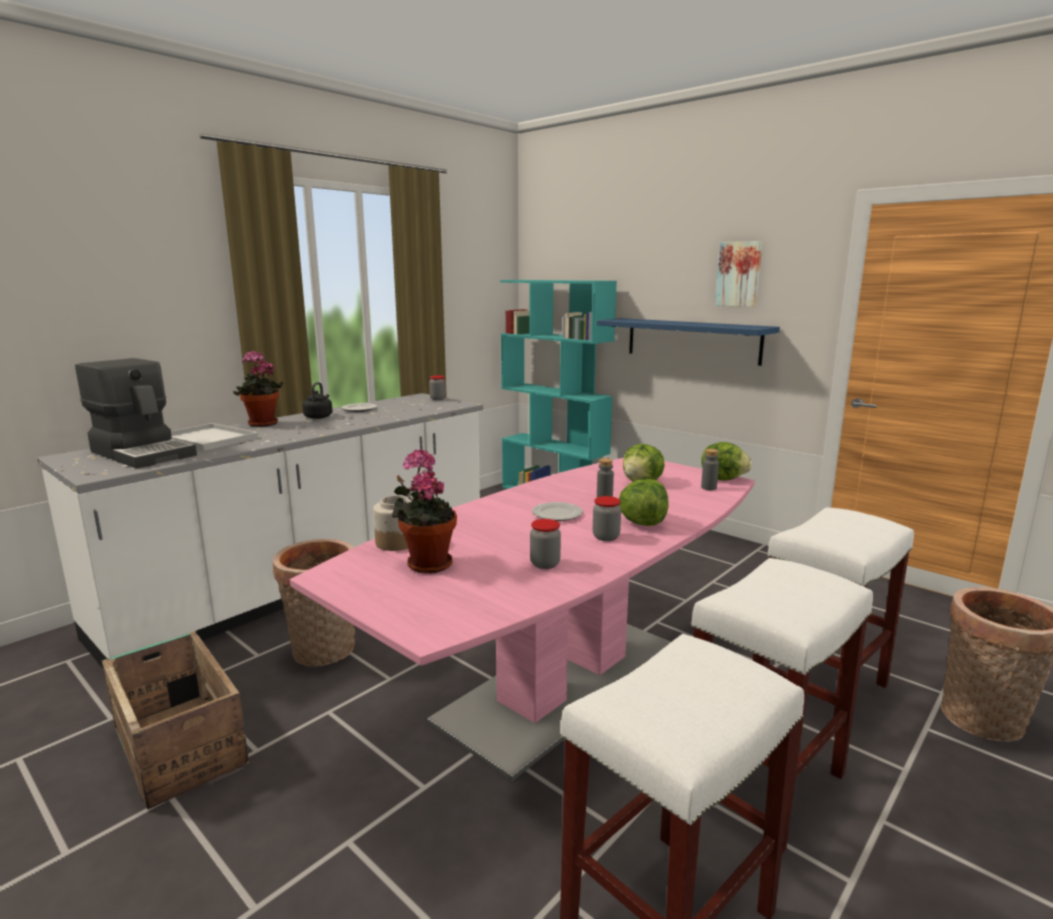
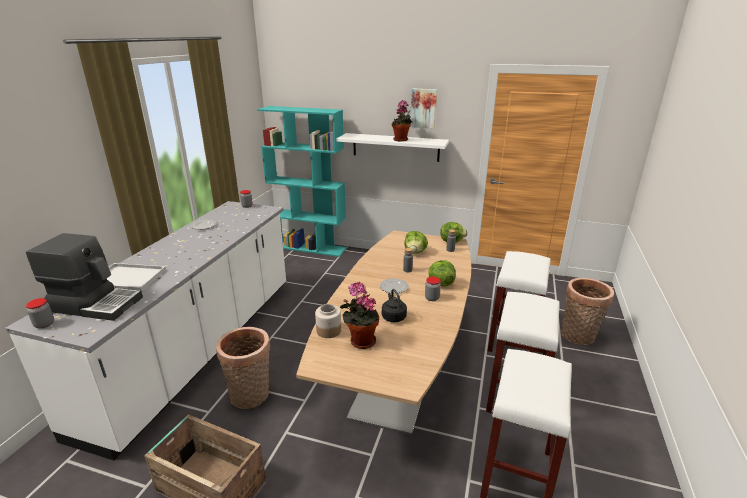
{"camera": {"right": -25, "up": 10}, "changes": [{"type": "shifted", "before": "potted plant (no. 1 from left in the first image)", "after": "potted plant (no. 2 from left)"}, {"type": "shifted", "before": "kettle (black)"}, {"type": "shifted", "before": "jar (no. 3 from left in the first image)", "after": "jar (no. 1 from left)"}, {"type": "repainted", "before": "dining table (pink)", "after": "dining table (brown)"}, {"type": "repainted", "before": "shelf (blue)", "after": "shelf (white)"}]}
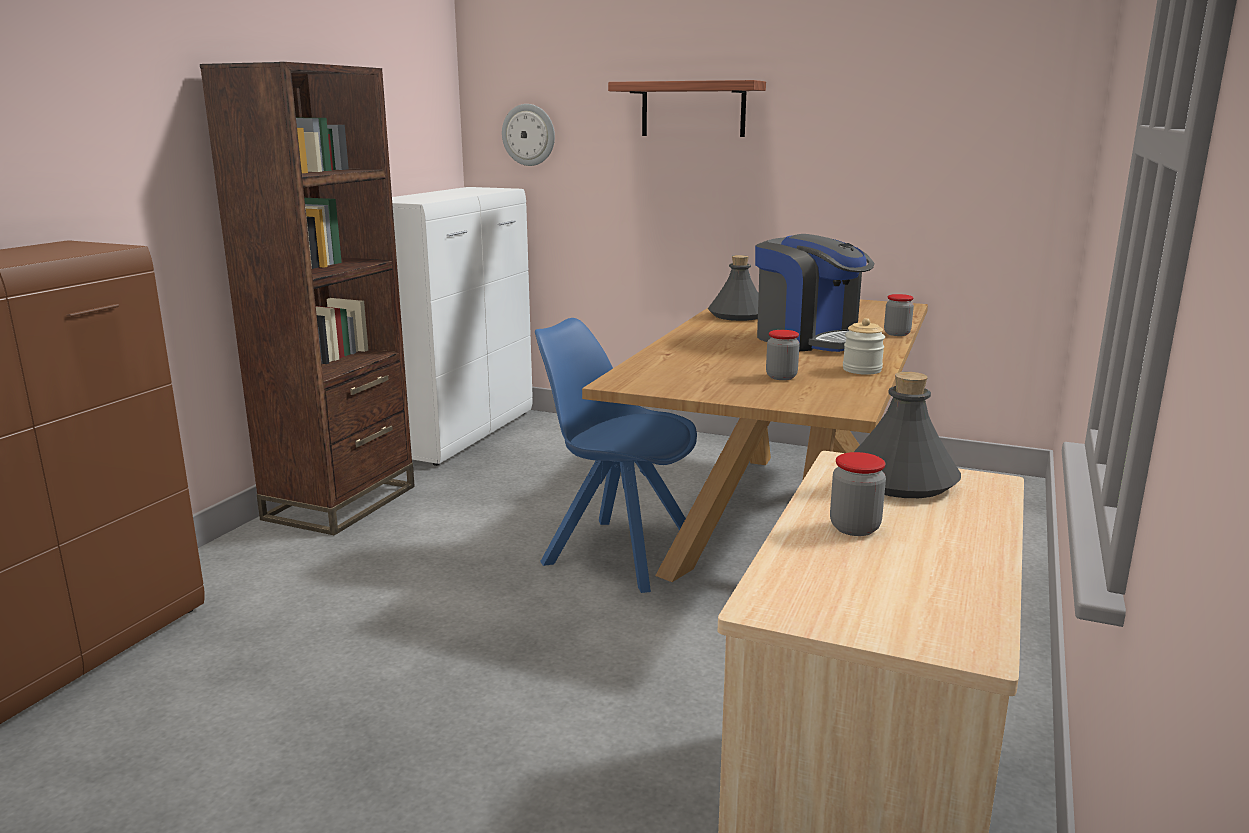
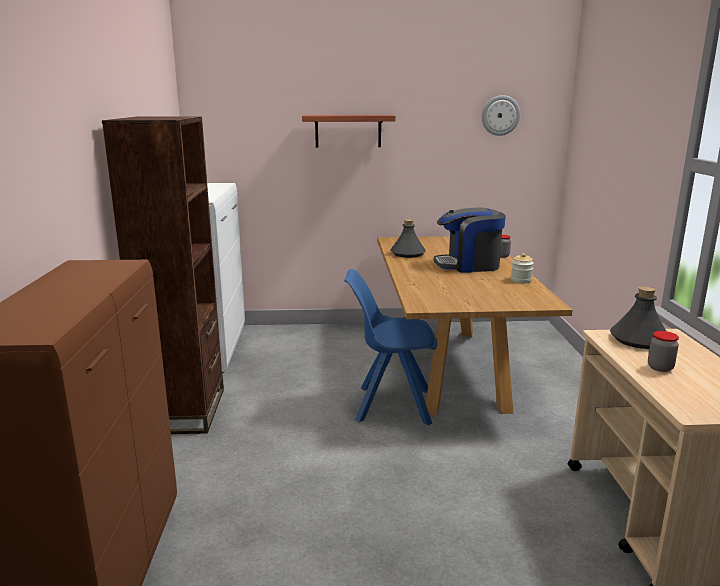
{"camera": {"right": -25, "up": 0}, "changes": [{"type": "gone", "before": "jar (no. 1 from left)"}, {"type": "shifted", "before": "wall clock"}, {"type": "rotated", "before": "coffee machine", "turn": 150}]}
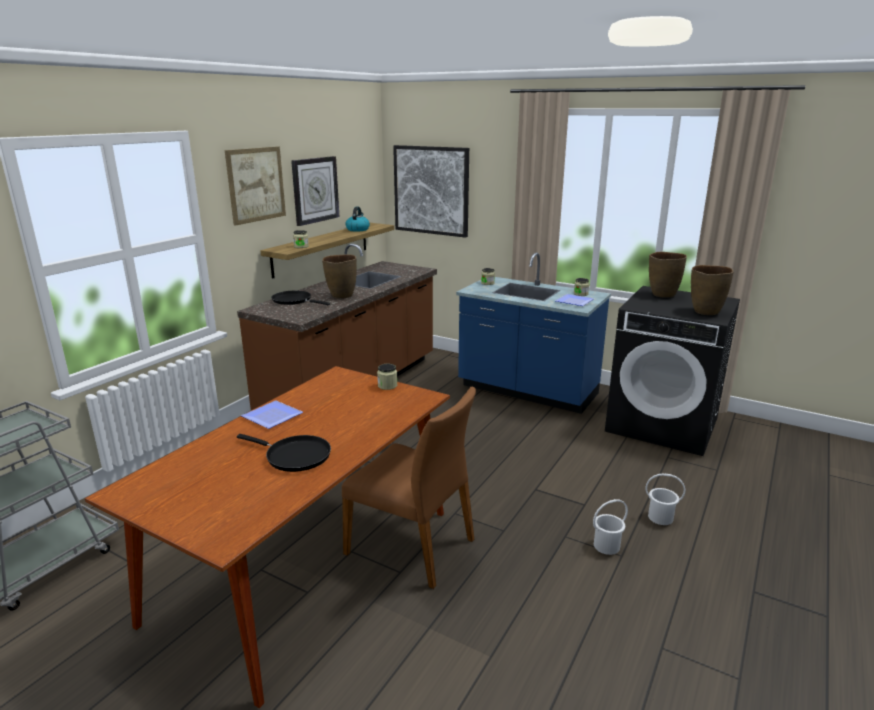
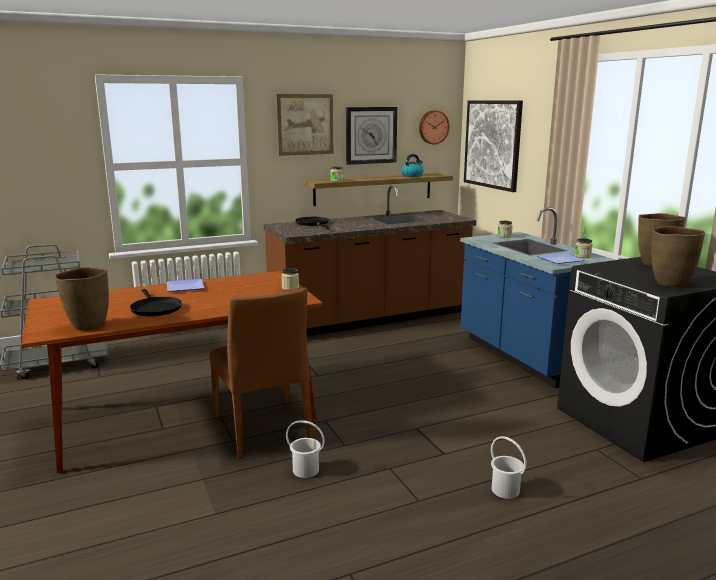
{"camera": {"right": 35, "up": -5}, "changes": [{"type": "new", "after": "wall clock (no. 2 from left)"}, {"type": "shifted", "before": "vase (brown) (no. 1 from left)"}, {"type": "shifted", "before": "bucket (white) (no. 1 from left)"}]}
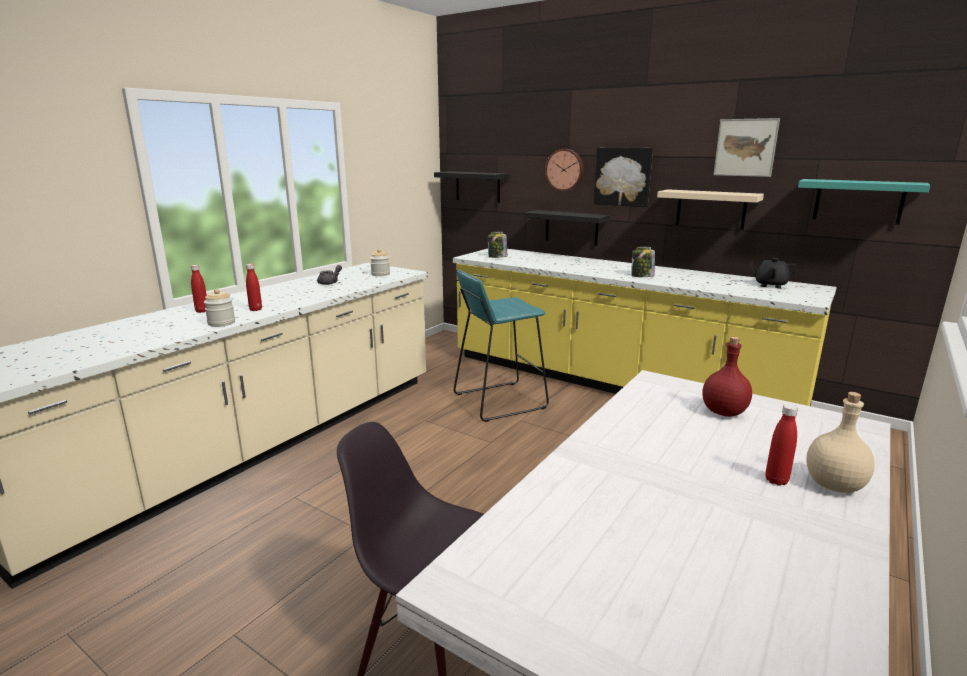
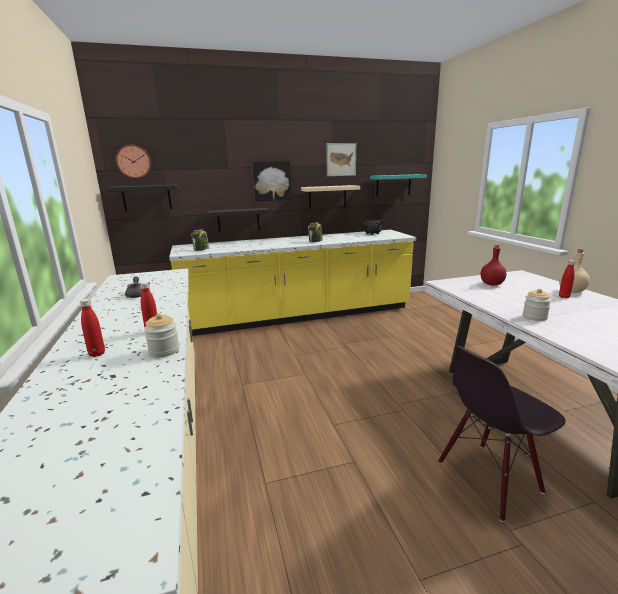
{"camera": {"right": -50, "up": 0}, "changes": [{"type": "gone", "before": "stool (turquoise)"}, {"type": "shifted", "before": "jar (no. 2 from left in the first image)", "after": "jar (no. 4 from left)"}, {"type": "shifted", "before": "wall clock"}]}
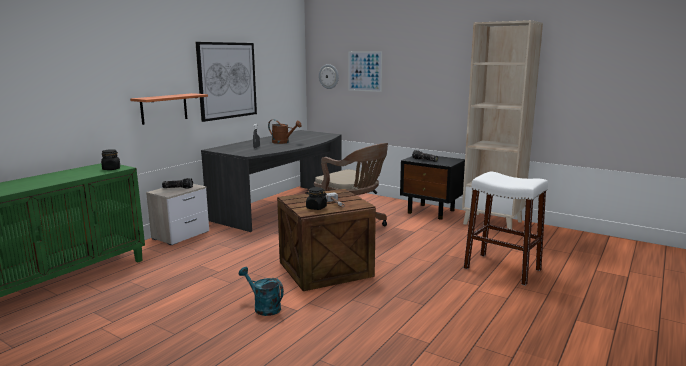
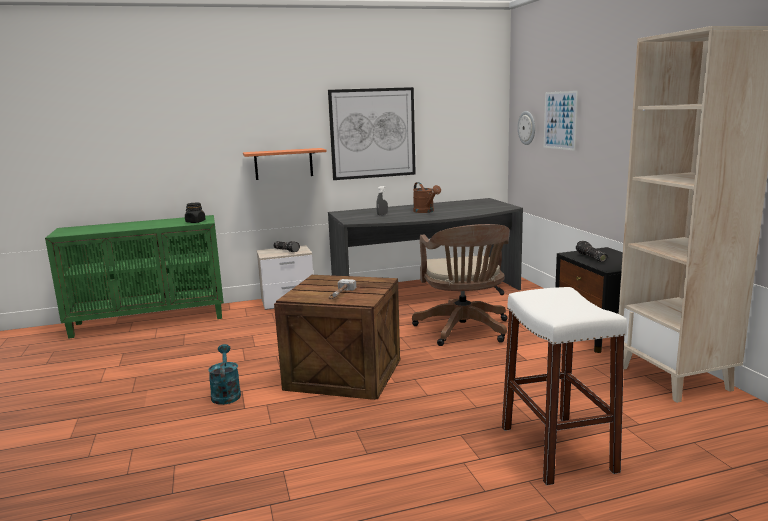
{"camera": {"right": 40, "up": 0}, "changes": [{"type": "gone", "before": "jar (black) (no. 2 from left)"}]}
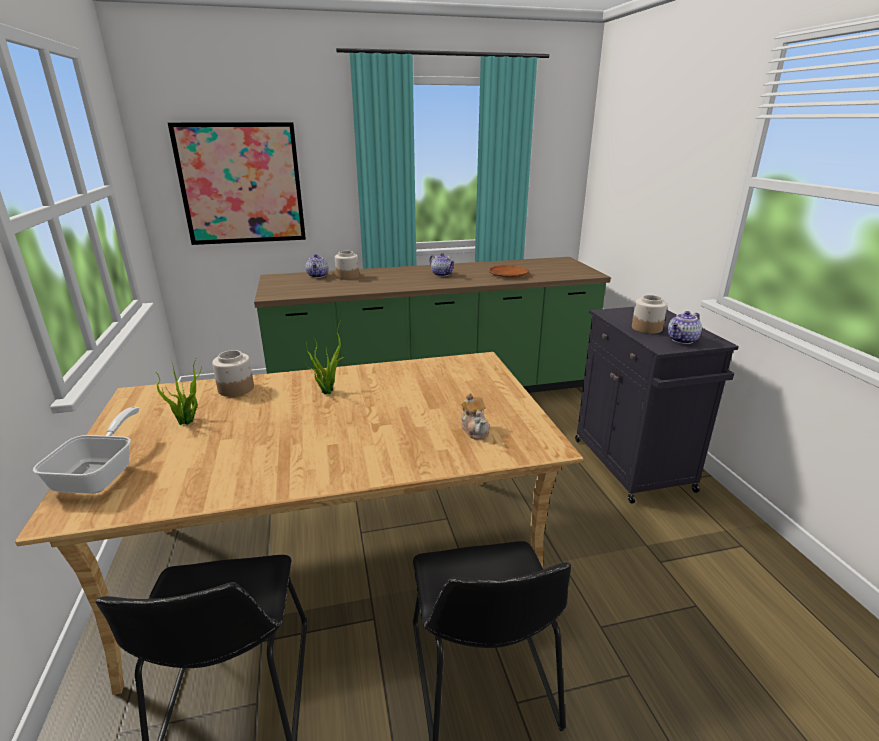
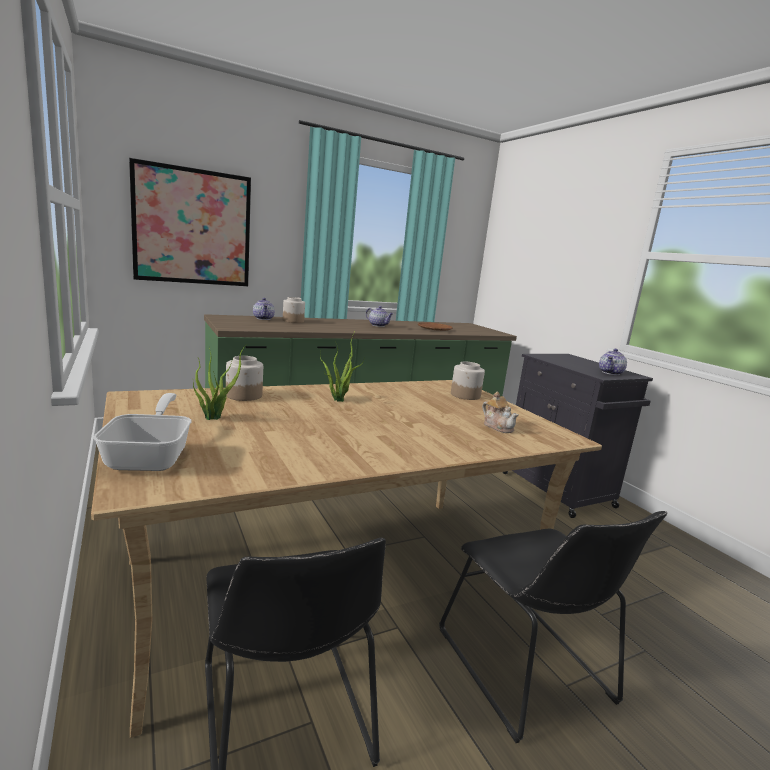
{"camera": {"right": -15, "up": -10}, "changes": [{"type": "shifted", "before": "jar (no. 3 from left)"}]}
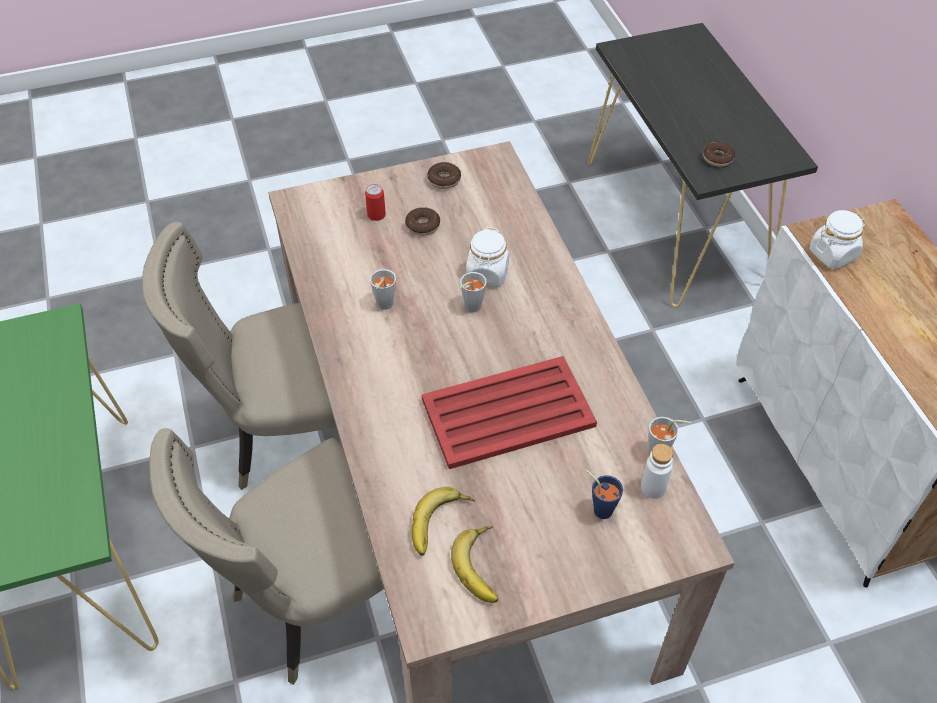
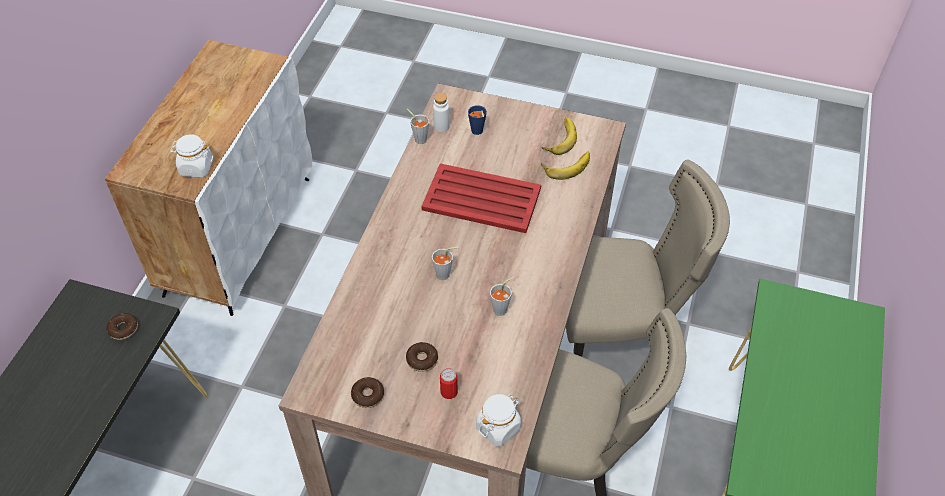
{"camera": {"right": -145, "up": 0}, "changes": [{"type": "shifted", "before": "jar (white) (no. 1 from left in the first image)", "after": "jar (white) (no. 2 from left)"}]}
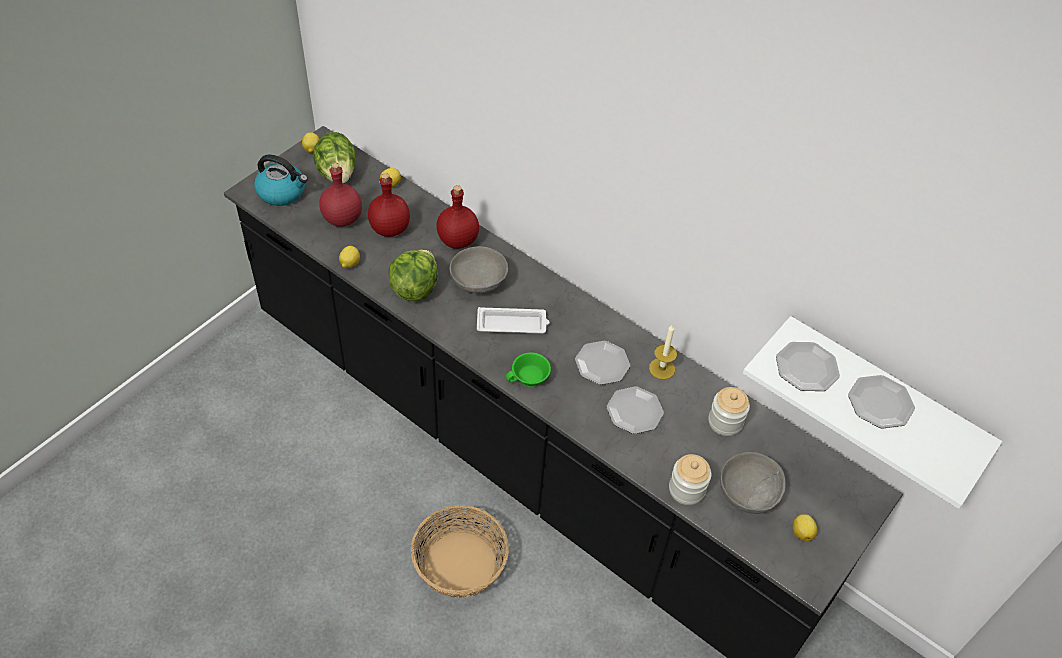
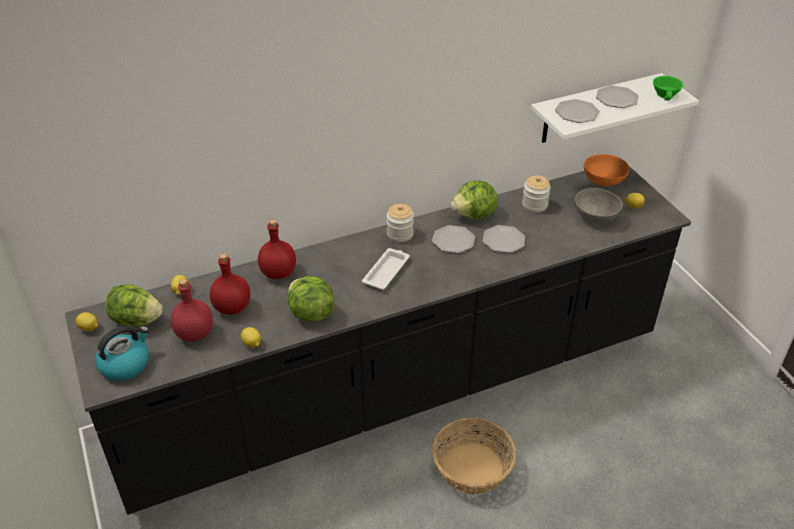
{"camera": {"right": -60, "up": -10}, "changes": [{"type": "gone", "before": "bowl (grey) (no. 1 from left)"}, {"type": "new", "after": "bowl (orange)"}, {"type": "shifted", "before": "cup (green)"}, {"type": "shifted", "before": "jar (no. 1 from left)"}, {"type": "swapped", "before": "candle", "after": "lettuce (no. 3 from left)"}]}
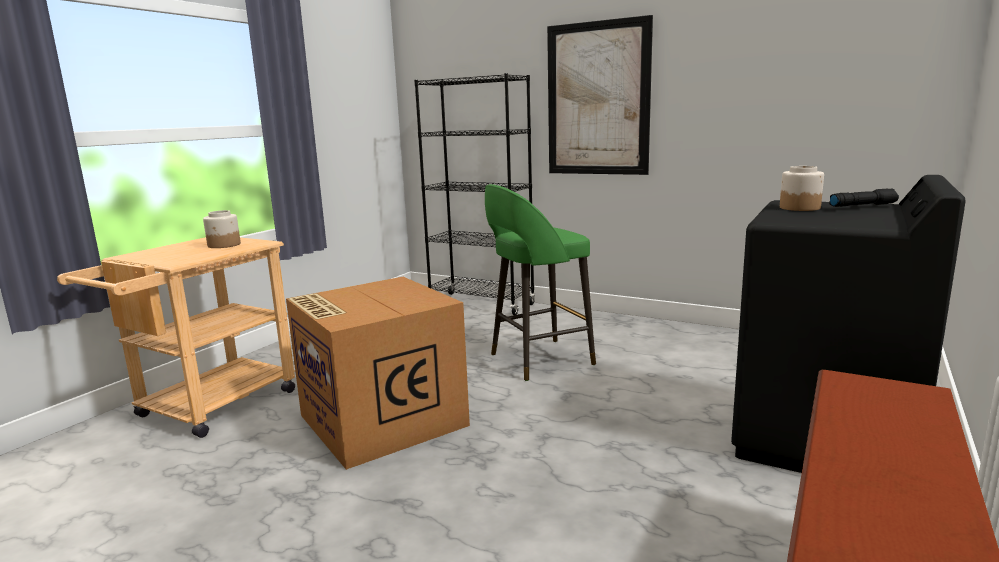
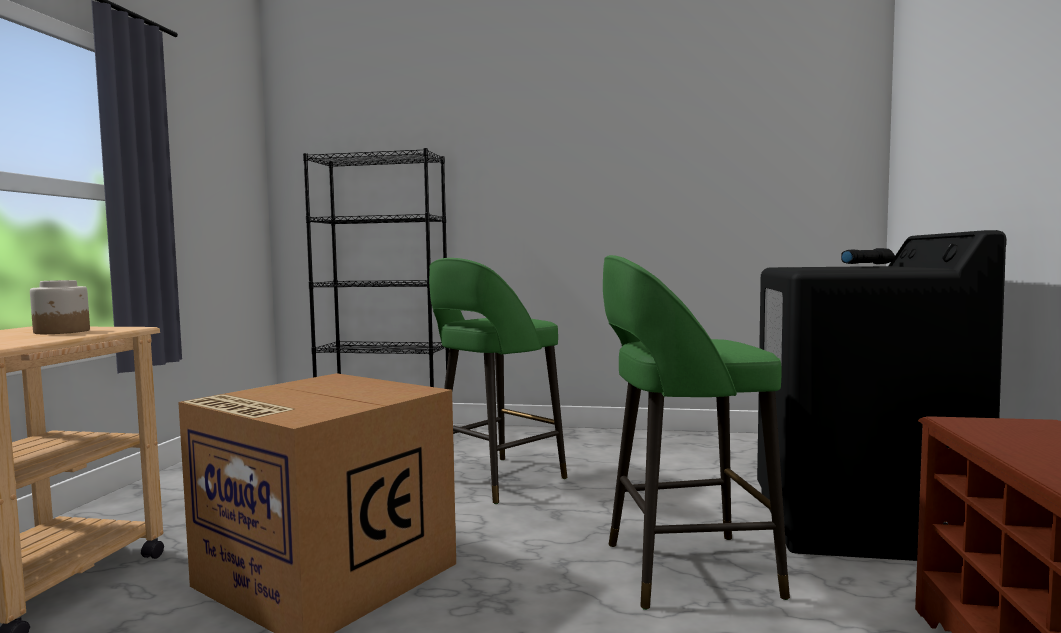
{"camera": {"right": -20, "up": -10}, "changes": [{"type": "gone", "before": "picture"}, {"type": "gone", "before": "jar (no. 2 from left)"}, {"type": "new", "after": "stool (green) (no. 2 from left)"}]}
